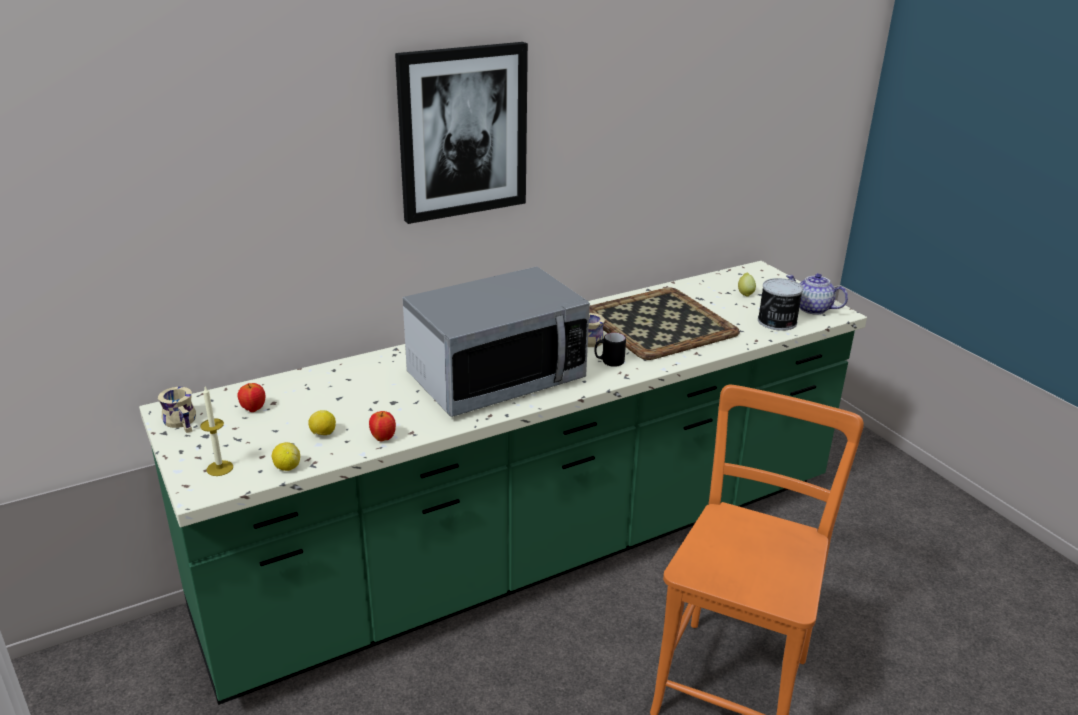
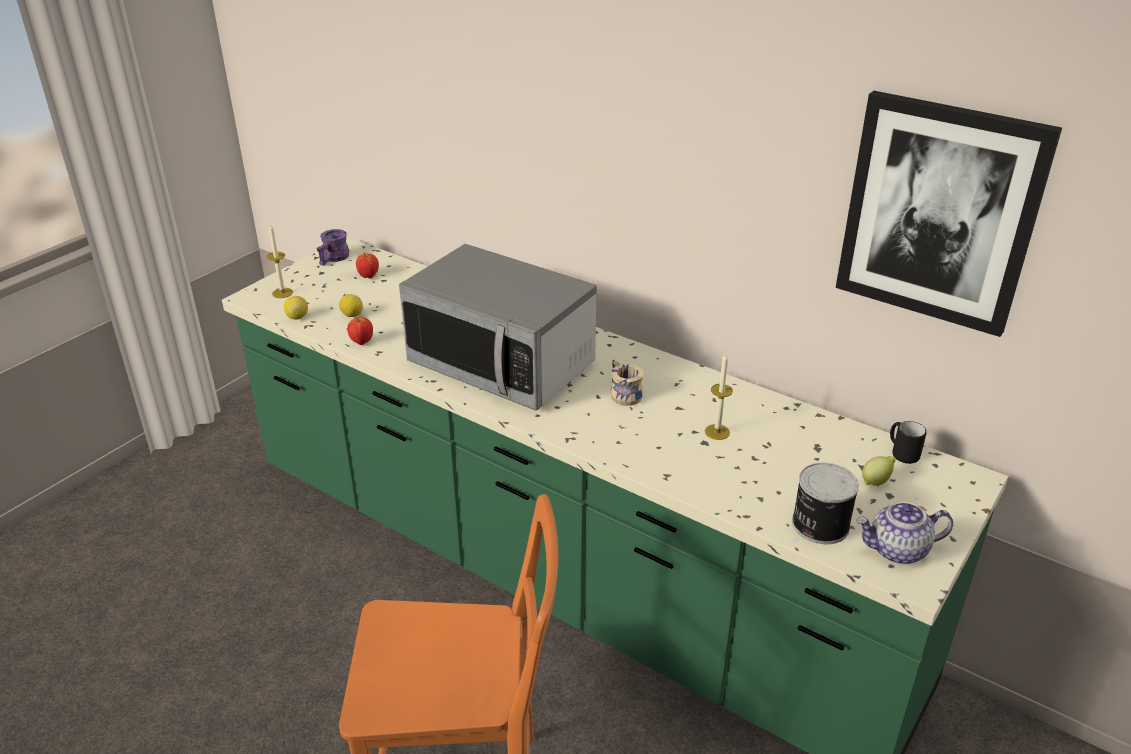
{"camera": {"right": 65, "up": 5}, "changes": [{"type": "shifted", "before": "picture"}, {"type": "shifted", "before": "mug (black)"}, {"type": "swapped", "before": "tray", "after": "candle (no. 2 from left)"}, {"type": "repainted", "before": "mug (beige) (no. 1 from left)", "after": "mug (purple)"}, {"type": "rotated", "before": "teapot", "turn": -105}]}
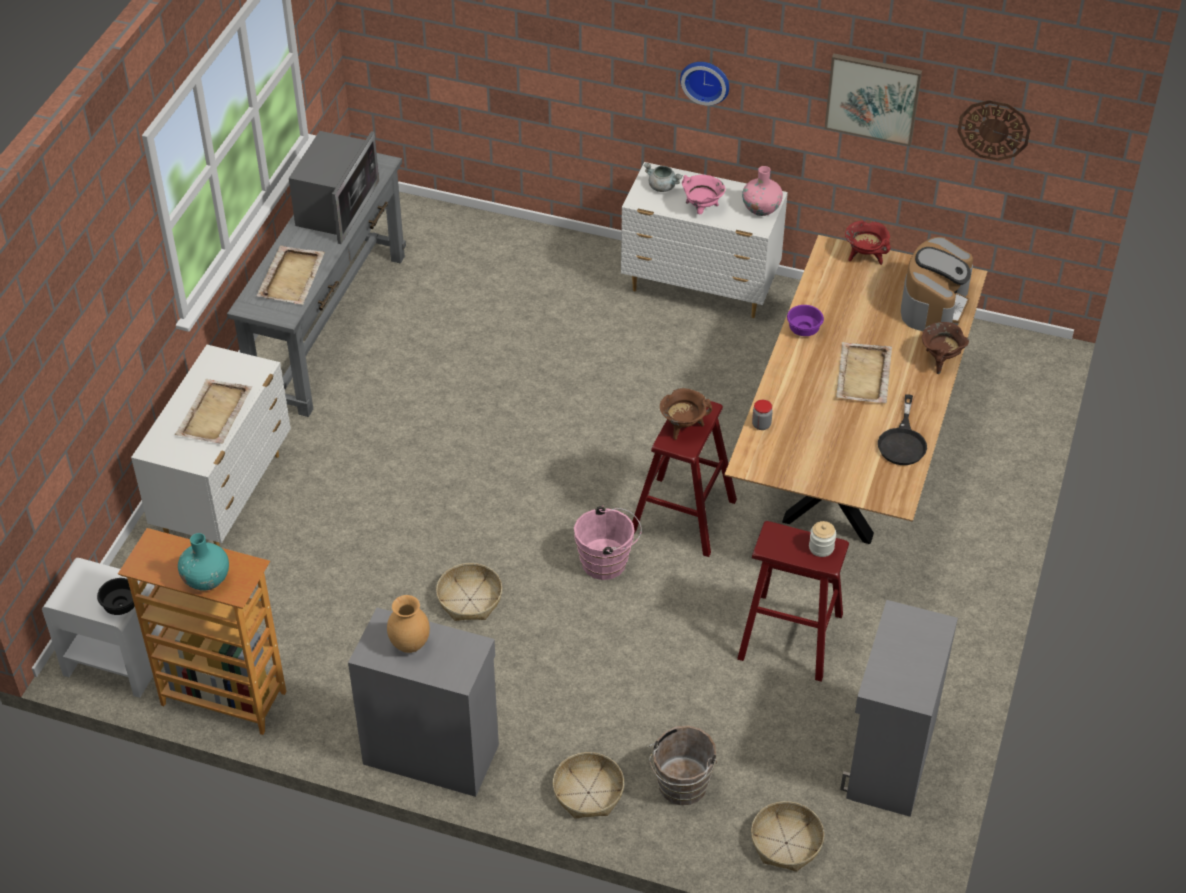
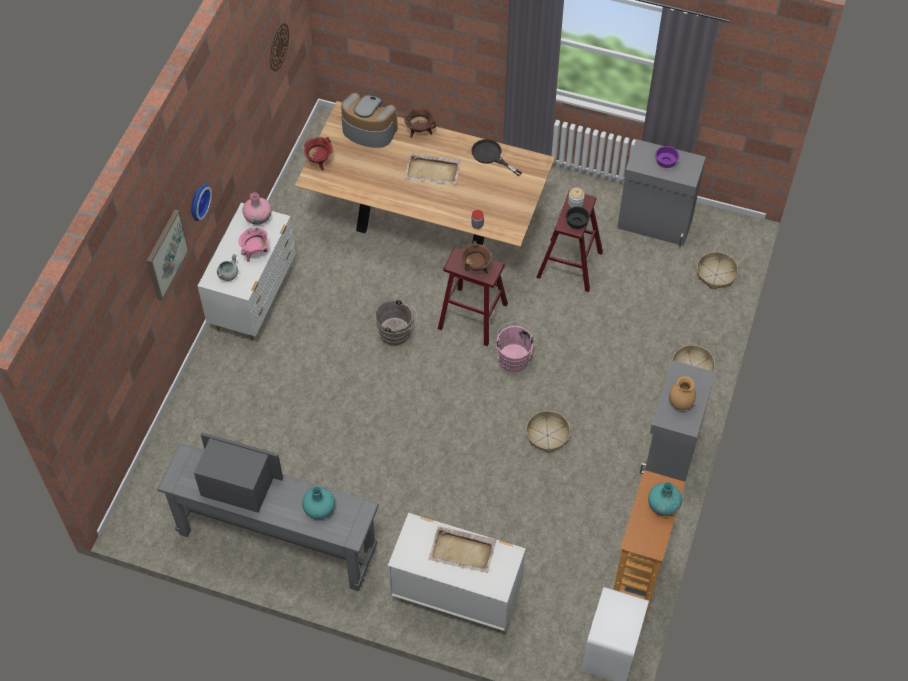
{"camera": {"right": -90, "up": 10}, "changes": [{"type": "shifted", "before": "bowl (black)"}, {"type": "shifted", "before": "bucket (brown)"}, {"type": "shifted", "before": "bowl (purple)"}, {"type": "shifted", "before": "picture"}, {"type": "swapped", "before": "tray (beige) (no. 2 from left)", "after": "vase (turquoise) (no. 1 from left)"}, {"type": "rotated", "before": "frying pan (black)", "turn": -150}]}
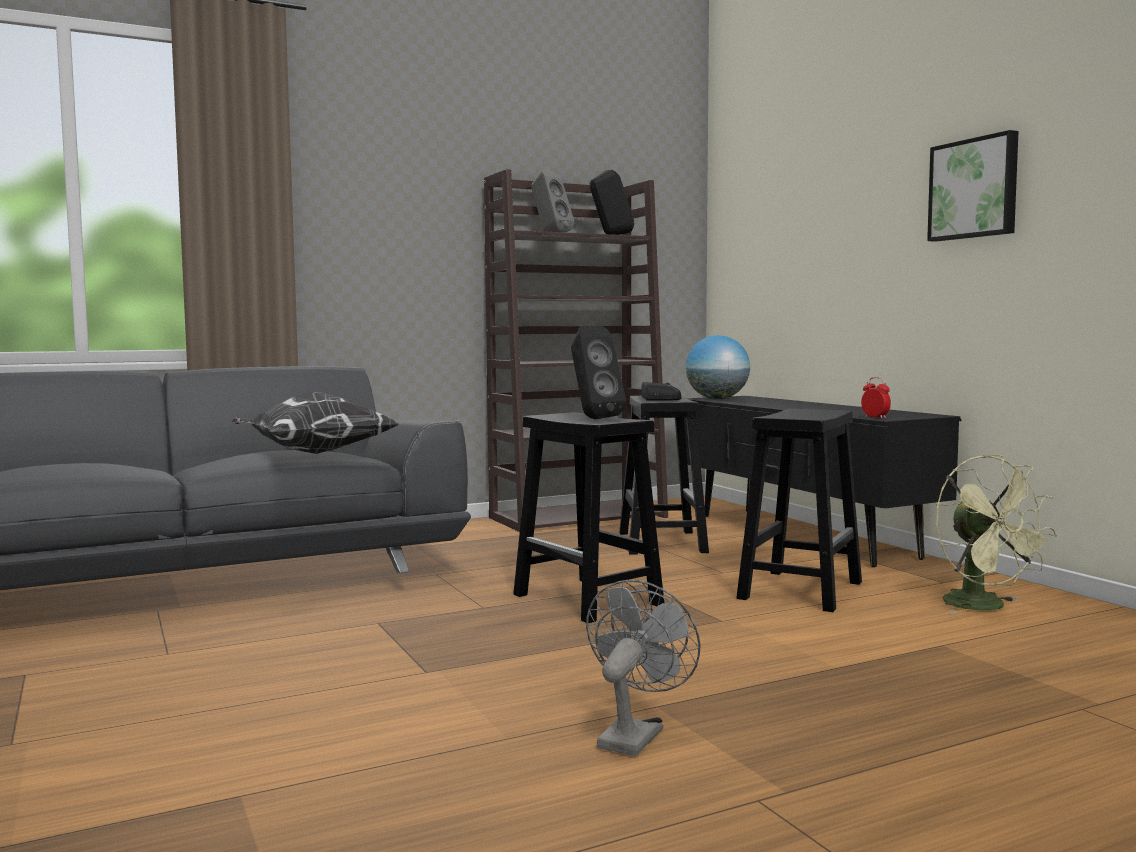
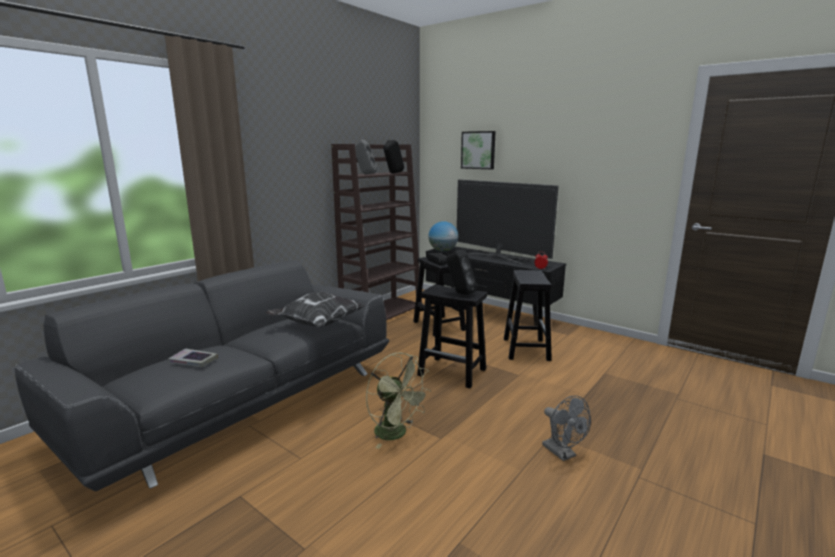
{"camera": {"right": -25, "up": 10}, "changes": [{"type": "new", "after": "book"}, {"type": "new", "after": "television"}, {"type": "shifted", "before": "picture"}, {"type": "shifted", "before": "fan (green)"}, {"type": "rotated", "before": "fan (grey)", "turn": 150}]}
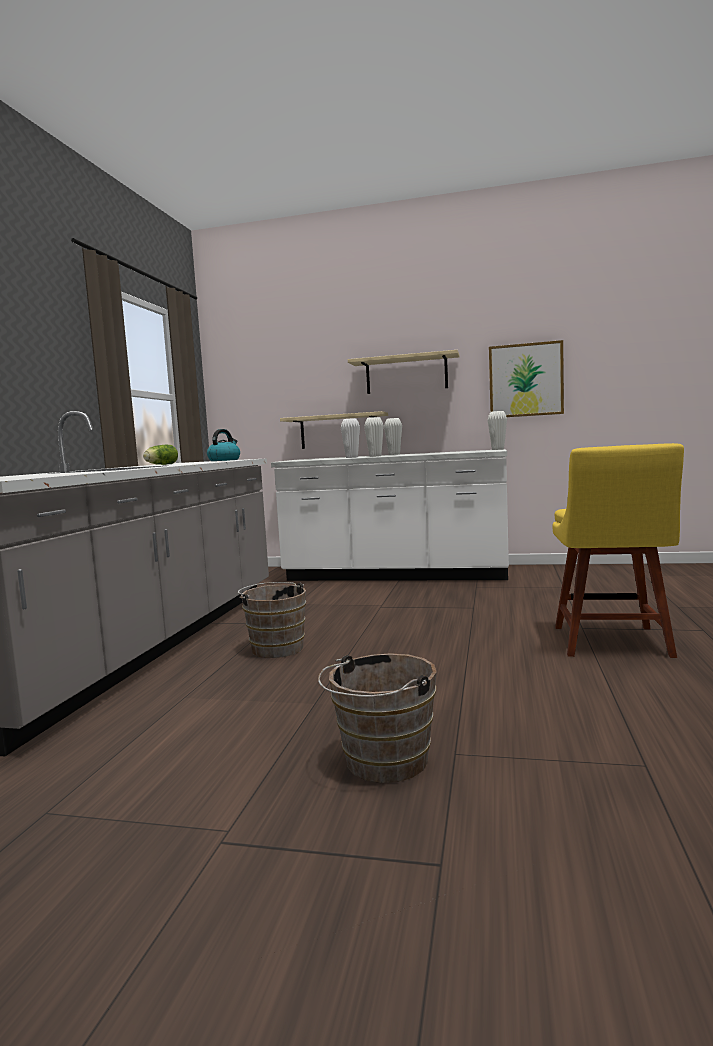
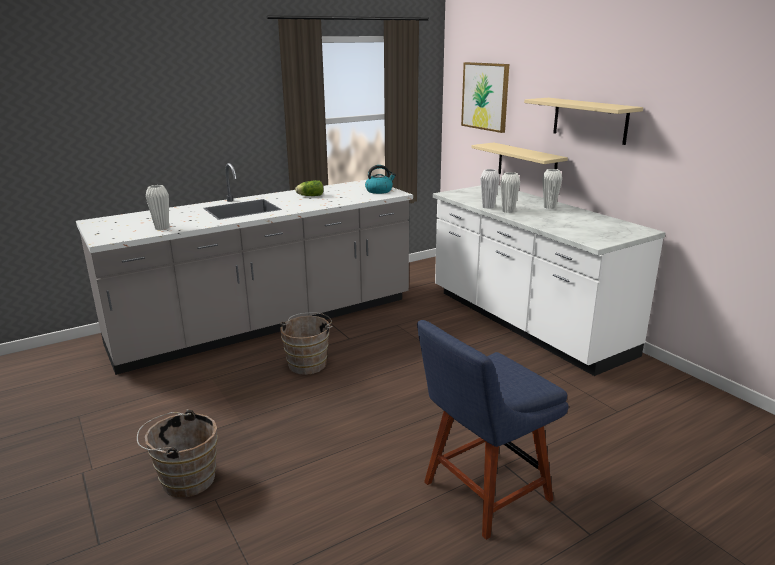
{"camera": {"right": 45, "up": 15}, "changes": [{"type": "shifted", "before": "vase (white) (no. 4 from left in the first image)", "after": "vase (white) (no. 1 from left)"}, {"type": "shifted", "before": "picture"}, {"type": "repainted", "before": "chair (yellow)", "after": "chair (blue)"}]}
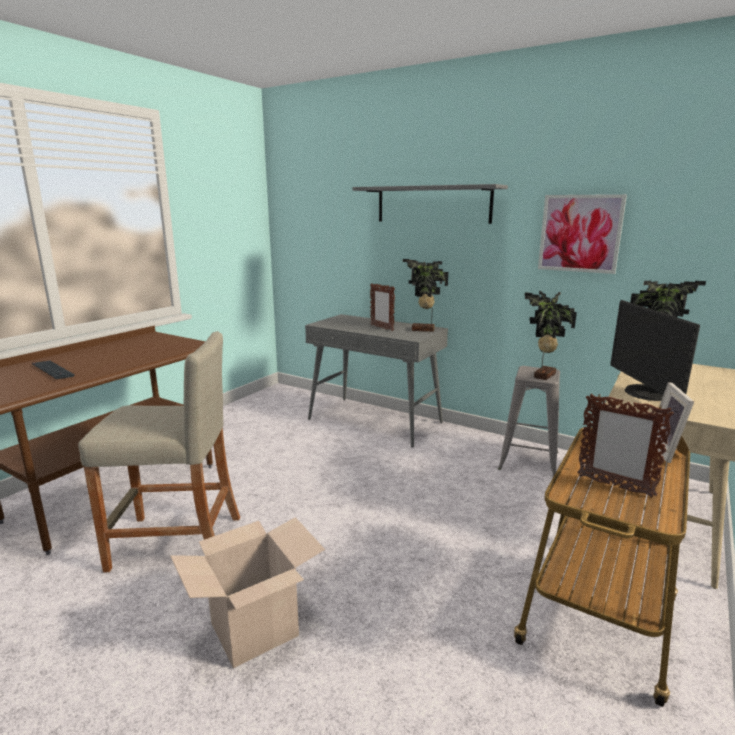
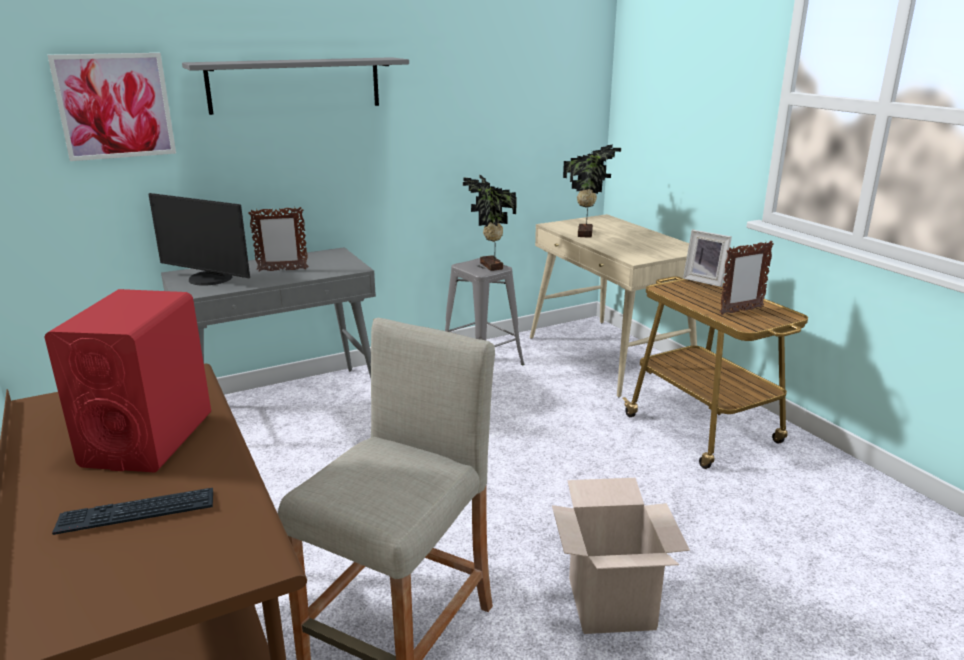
{"camera": {"right": -60, "up": 5}, "changes": [{"type": "gone", "before": "potted plant (no. 1 from left)"}, {"type": "new", "after": "speaker (red)"}, {"type": "shifted", "before": "picture"}, {"type": "shifted", "before": "monitor"}]}
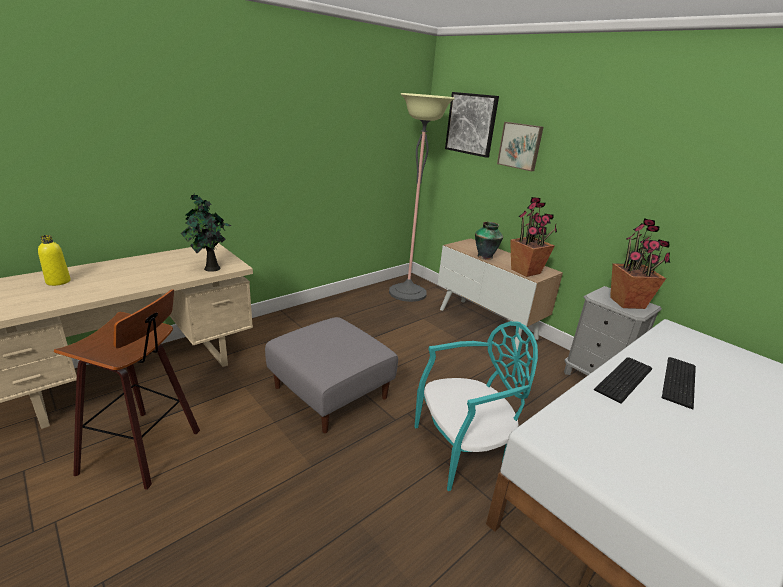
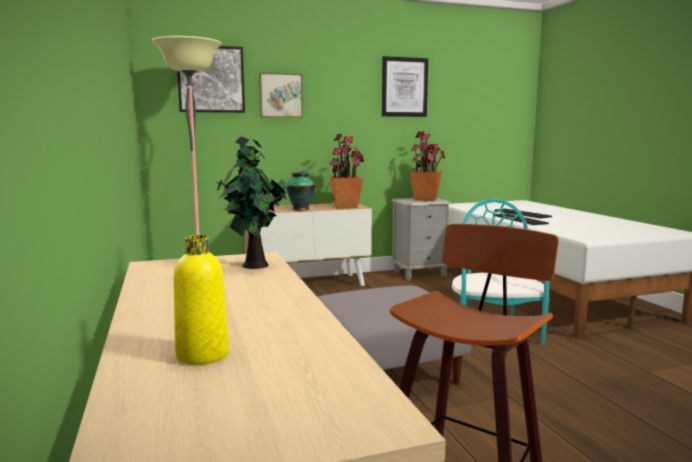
{"camera": {"right": -65, "up": -15}, "changes": [{"type": "new", "after": "picture (no. 3 from left)"}]}
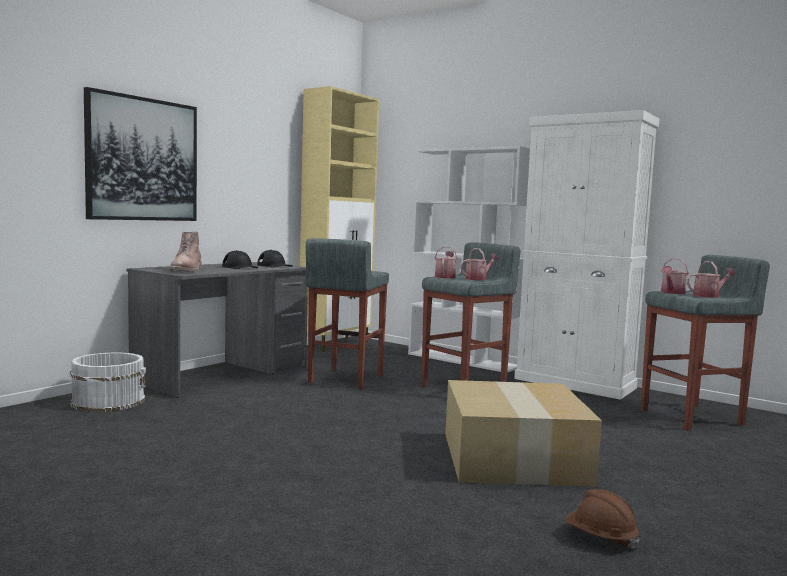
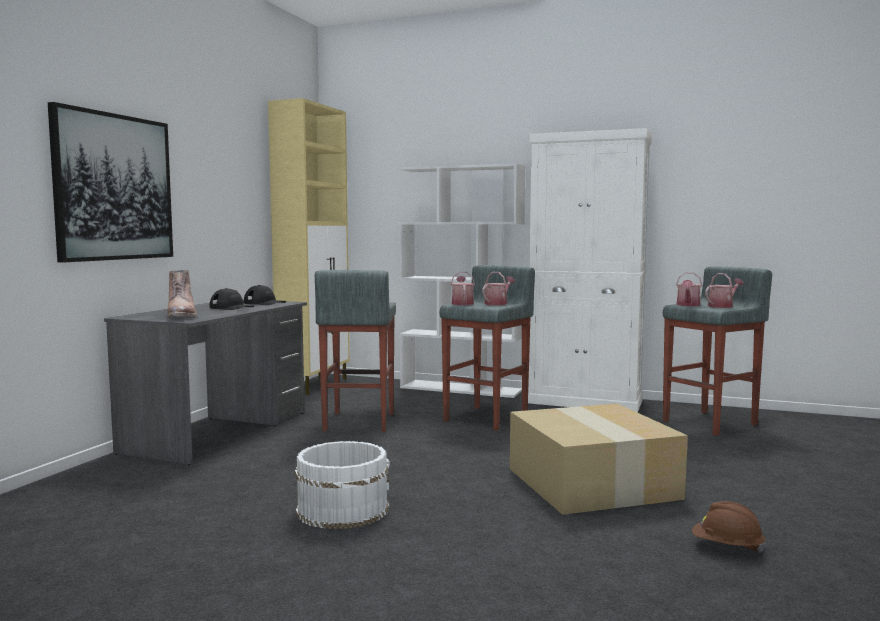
{"camera": {"right": -15, "up": 0}, "changes": [{"type": "shifted", "before": "bucket (white)"}]}
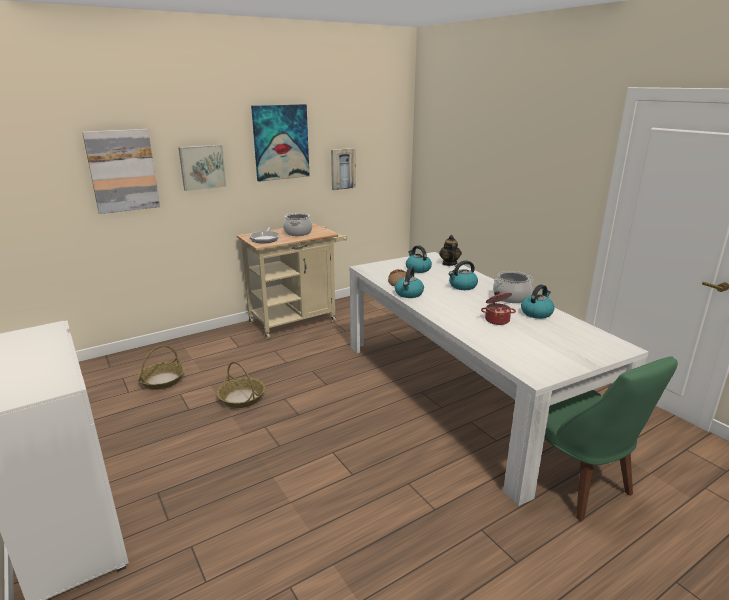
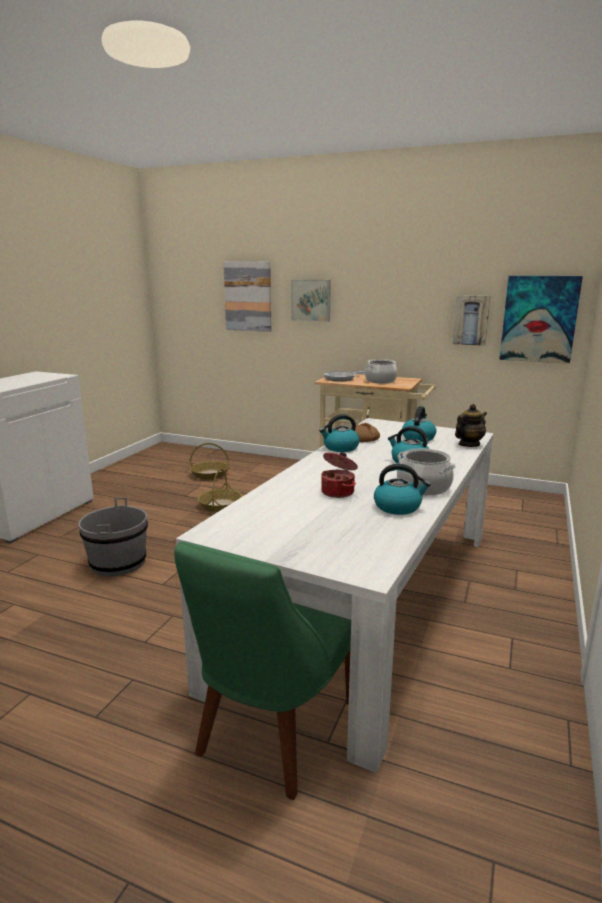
{"camera": {"right": 55, "up": -5}, "changes": [{"type": "new", "after": "bucket (grey)"}, {"type": "shifted", "before": "picture (no. 3 from left in the first image)", "after": "picture (no. 4 from left)"}]}
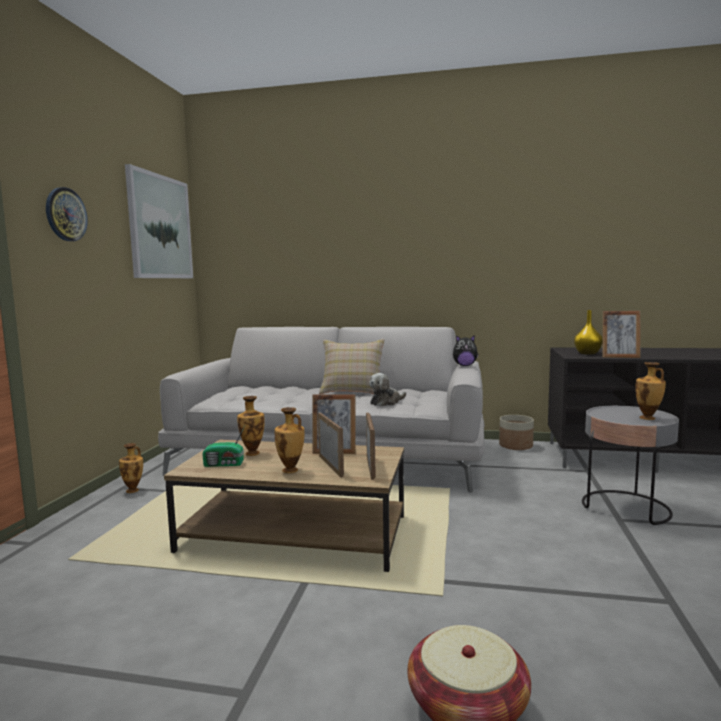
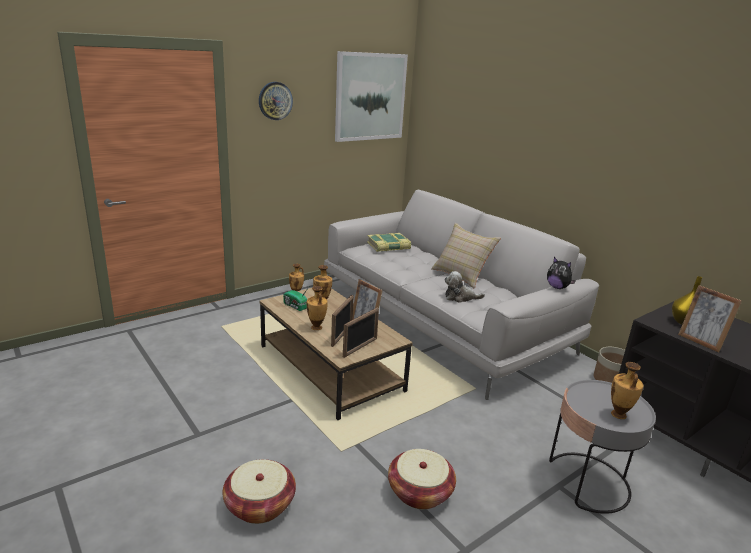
{"camera": {"right": 40, "up": 15}, "changes": [{"type": "new", "after": "book"}, {"type": "new", "after": "basket (no. 2 from left)"}]}
